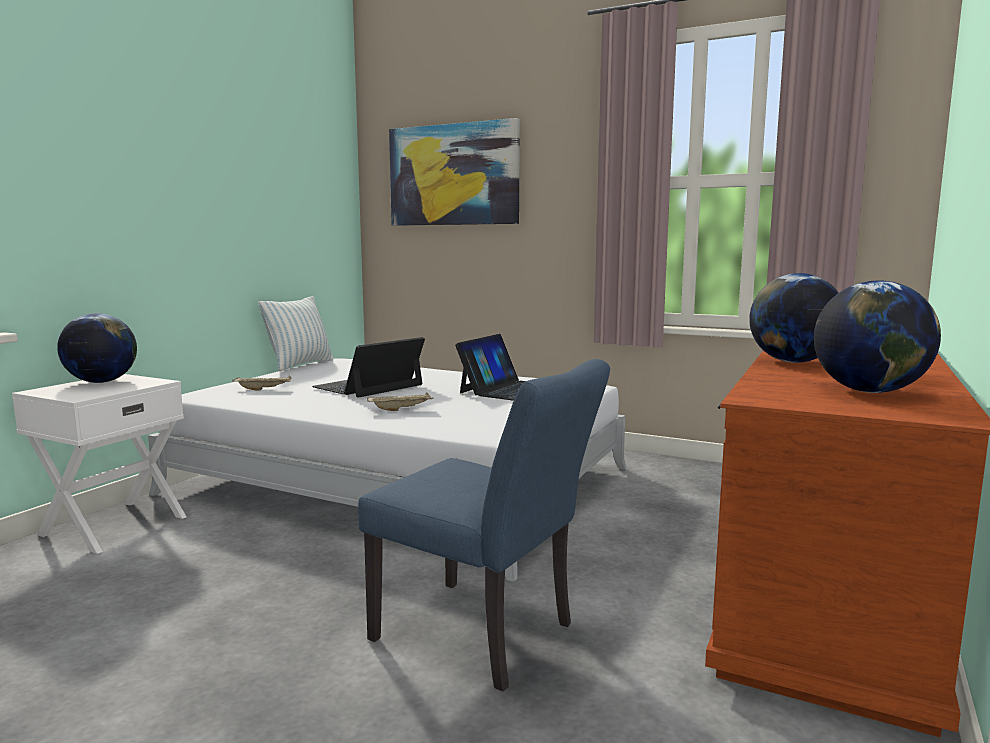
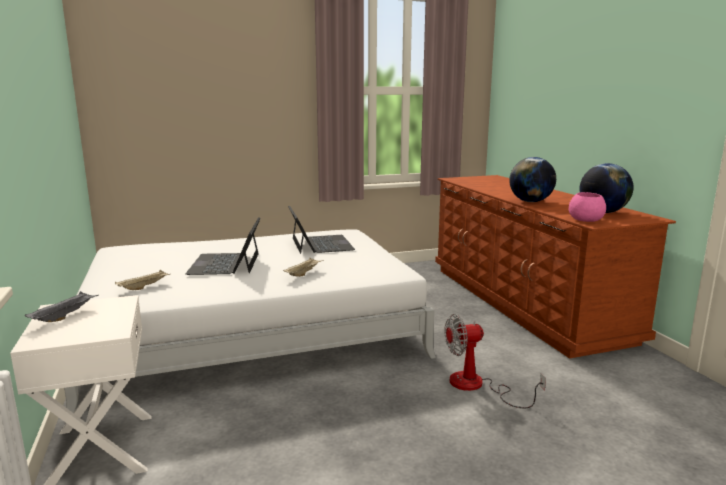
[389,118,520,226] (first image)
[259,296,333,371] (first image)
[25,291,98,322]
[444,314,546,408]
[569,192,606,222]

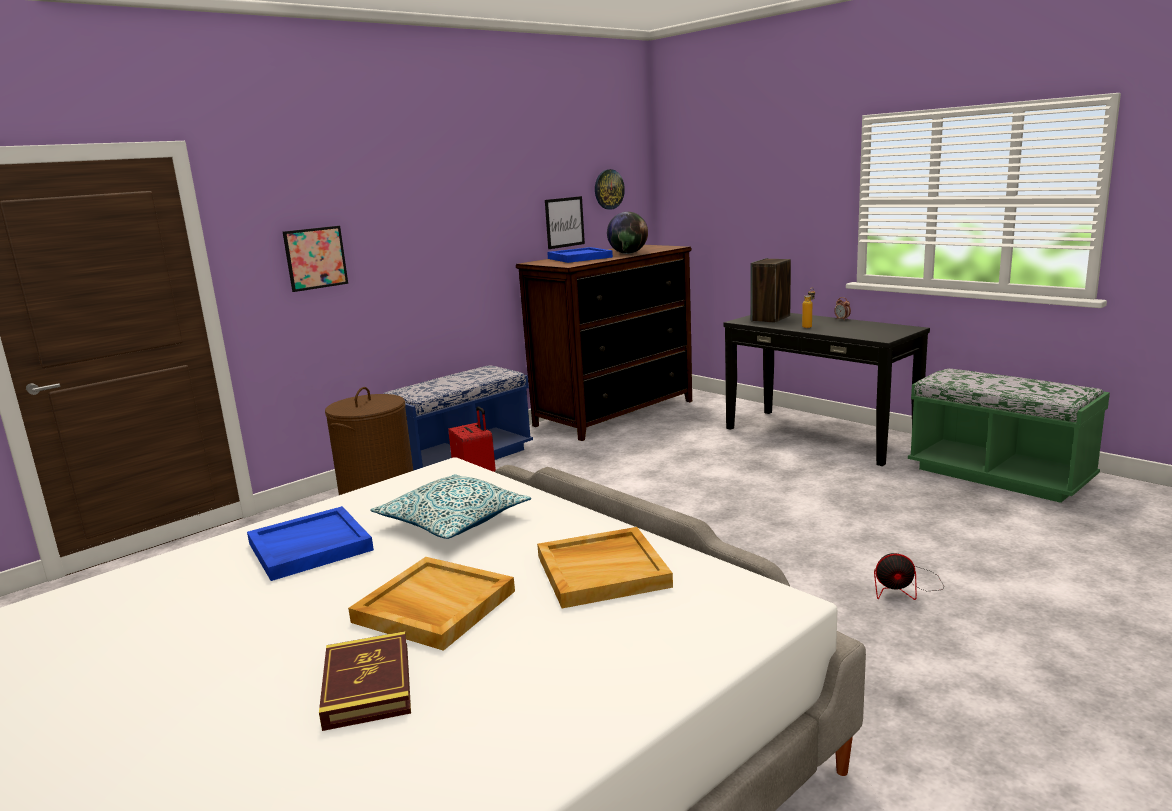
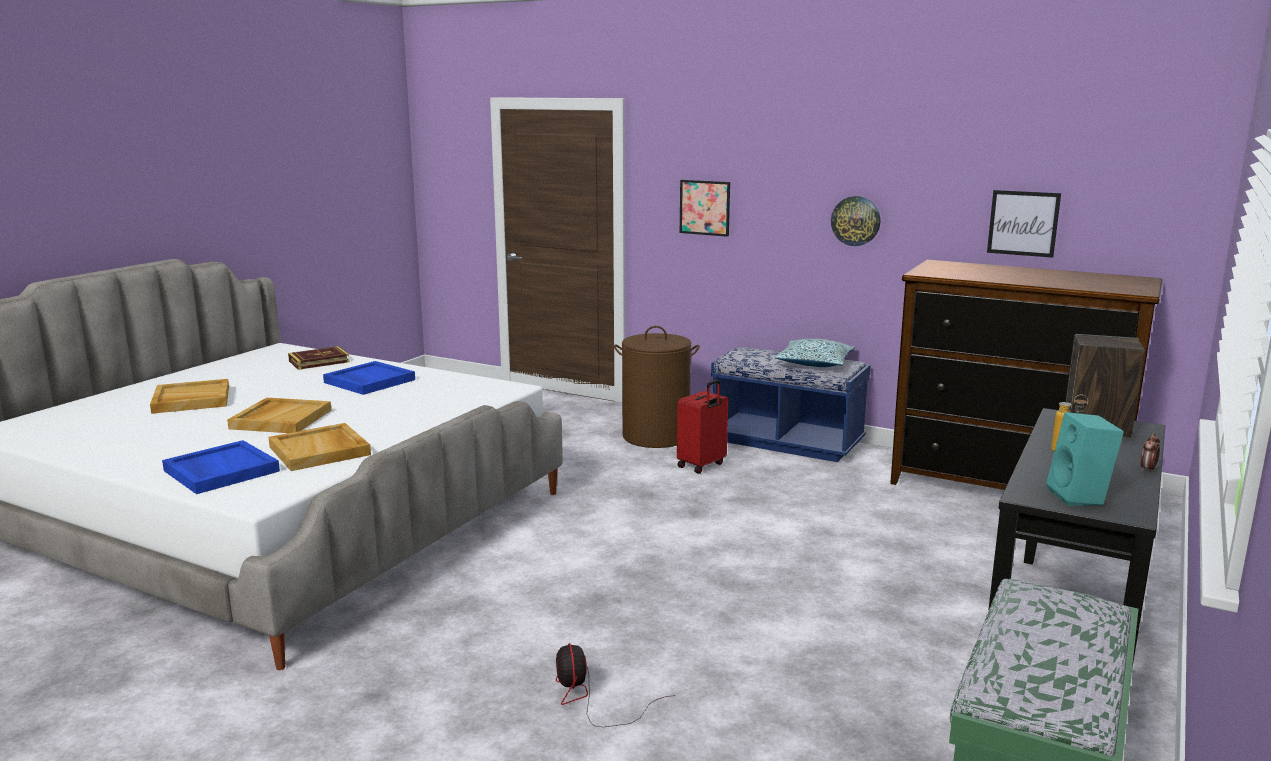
[831,196,880,246]
[607,212,648,254] (first image)
[162,440,280,494]
[775,339,855,367]
[288,346,349,370]
[150,379,229,414]
[1046,412,1124,506]

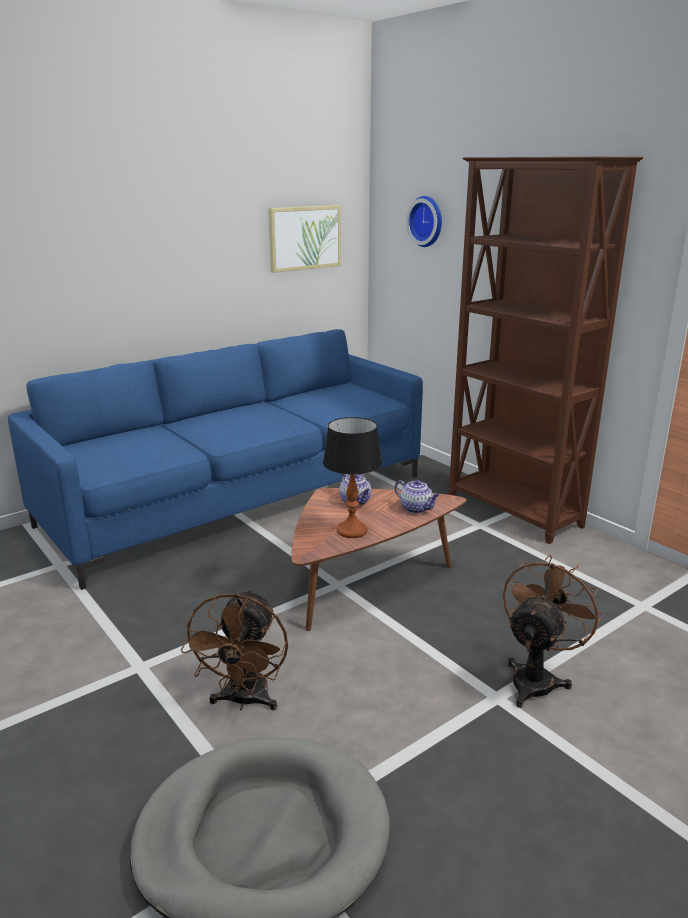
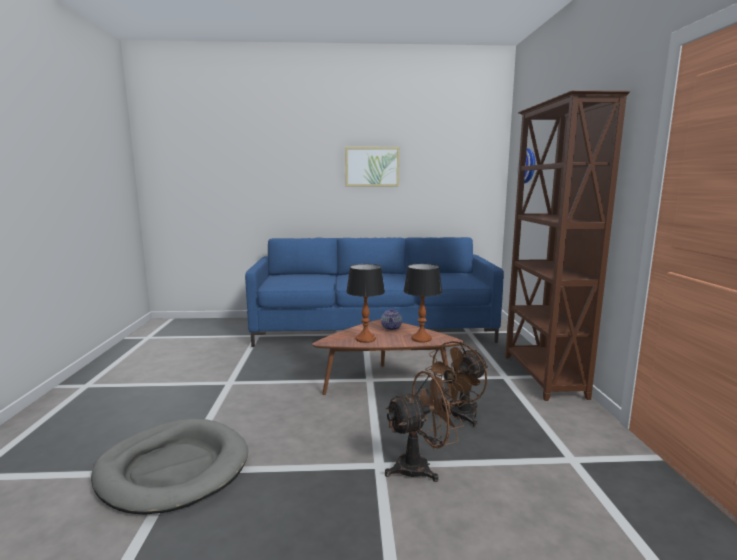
[345,147,399,186]
[404,264,442,343]
[425,341,488,427]

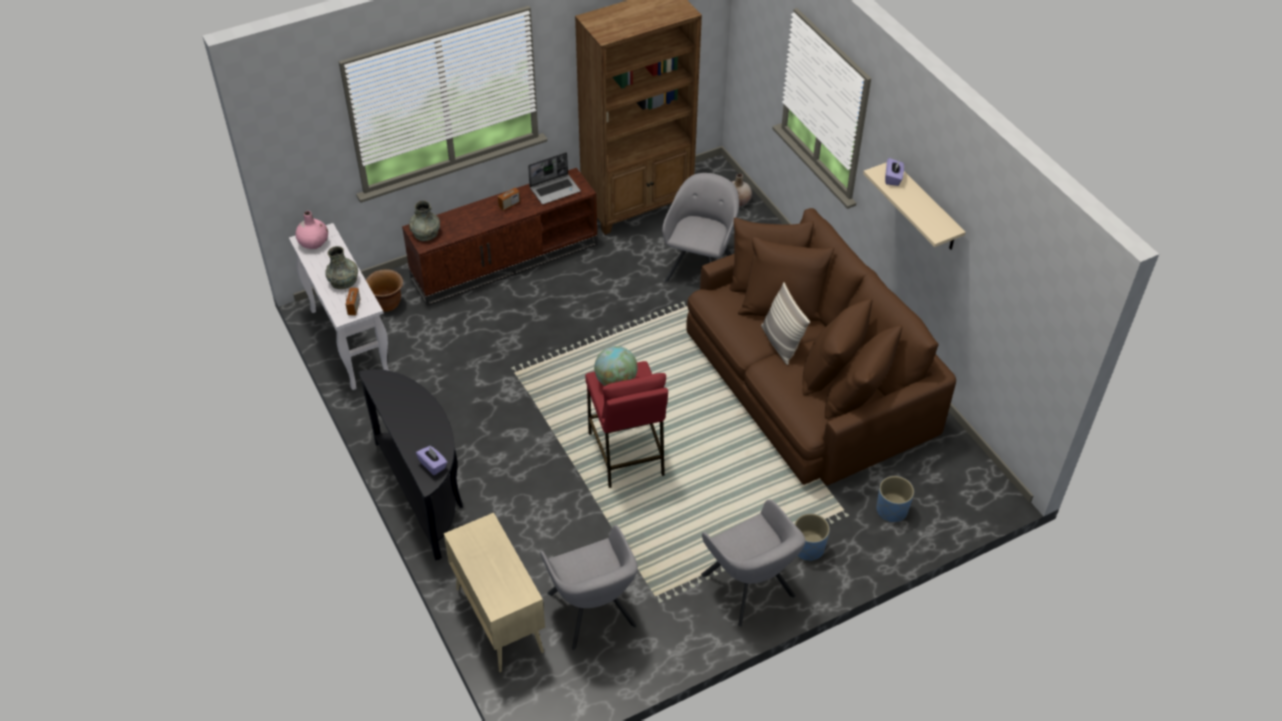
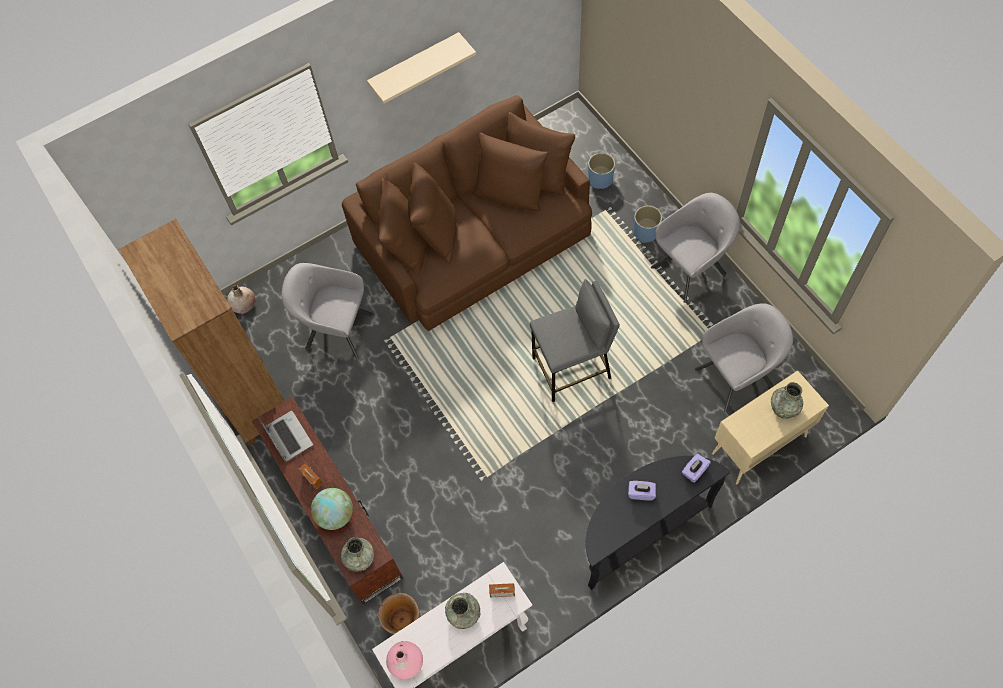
[628,481,656,501]
[761,282,810,365] (first image)
[311,488,353,530]
[530,279,620,402]
[771,382,803,419]

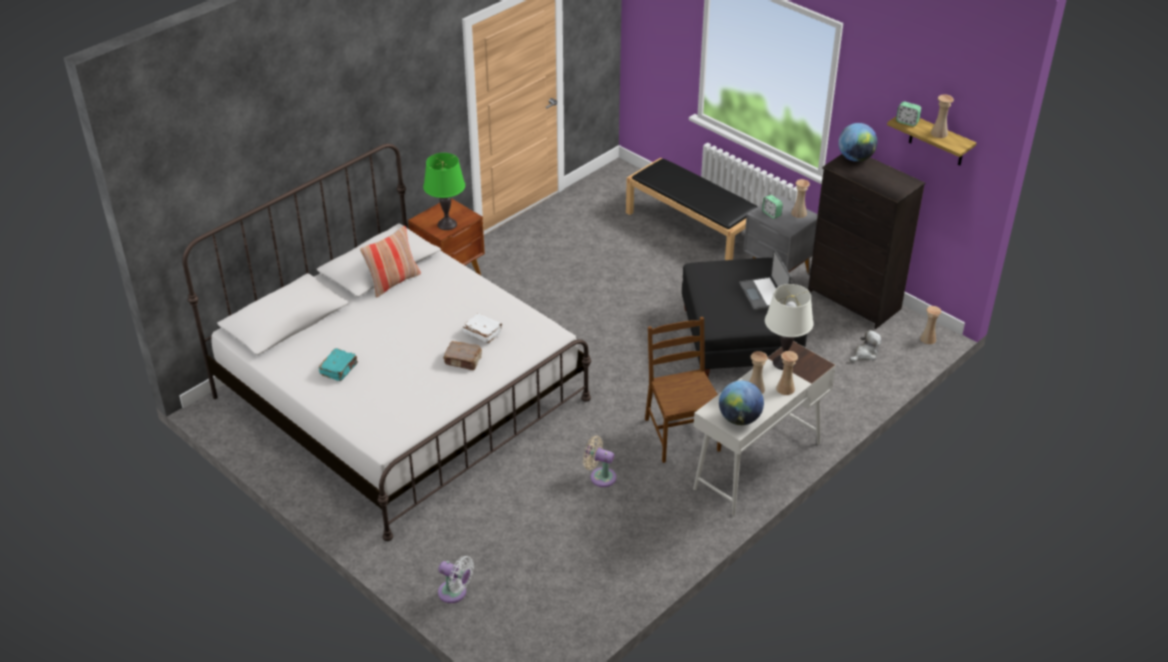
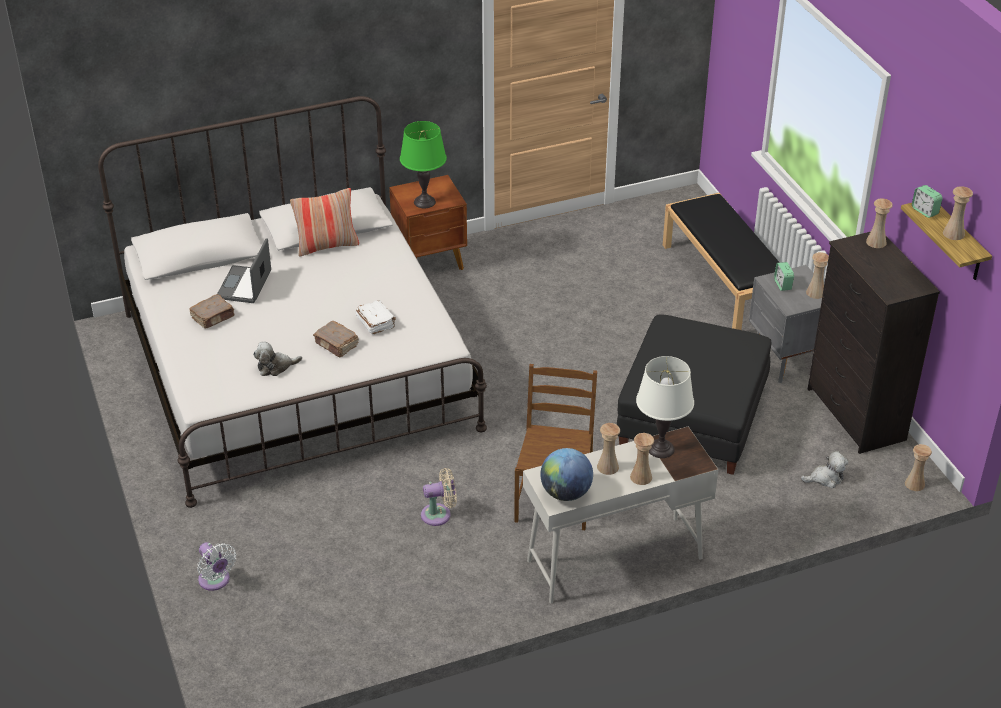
[866,198,893,248]
[217,238,271,303]
[189,294,234,329]
[421,468,457,526]
[253,341,302,376]

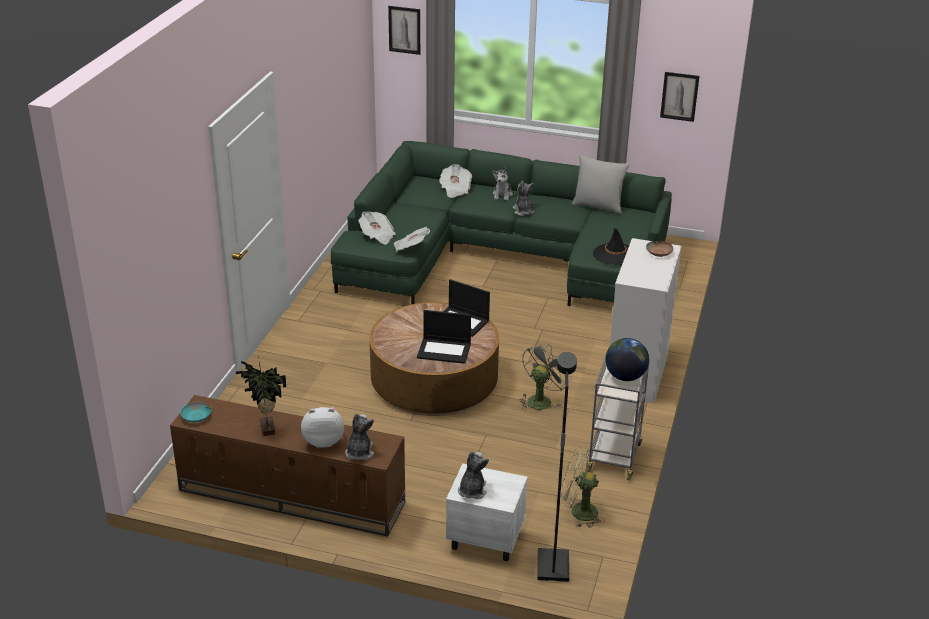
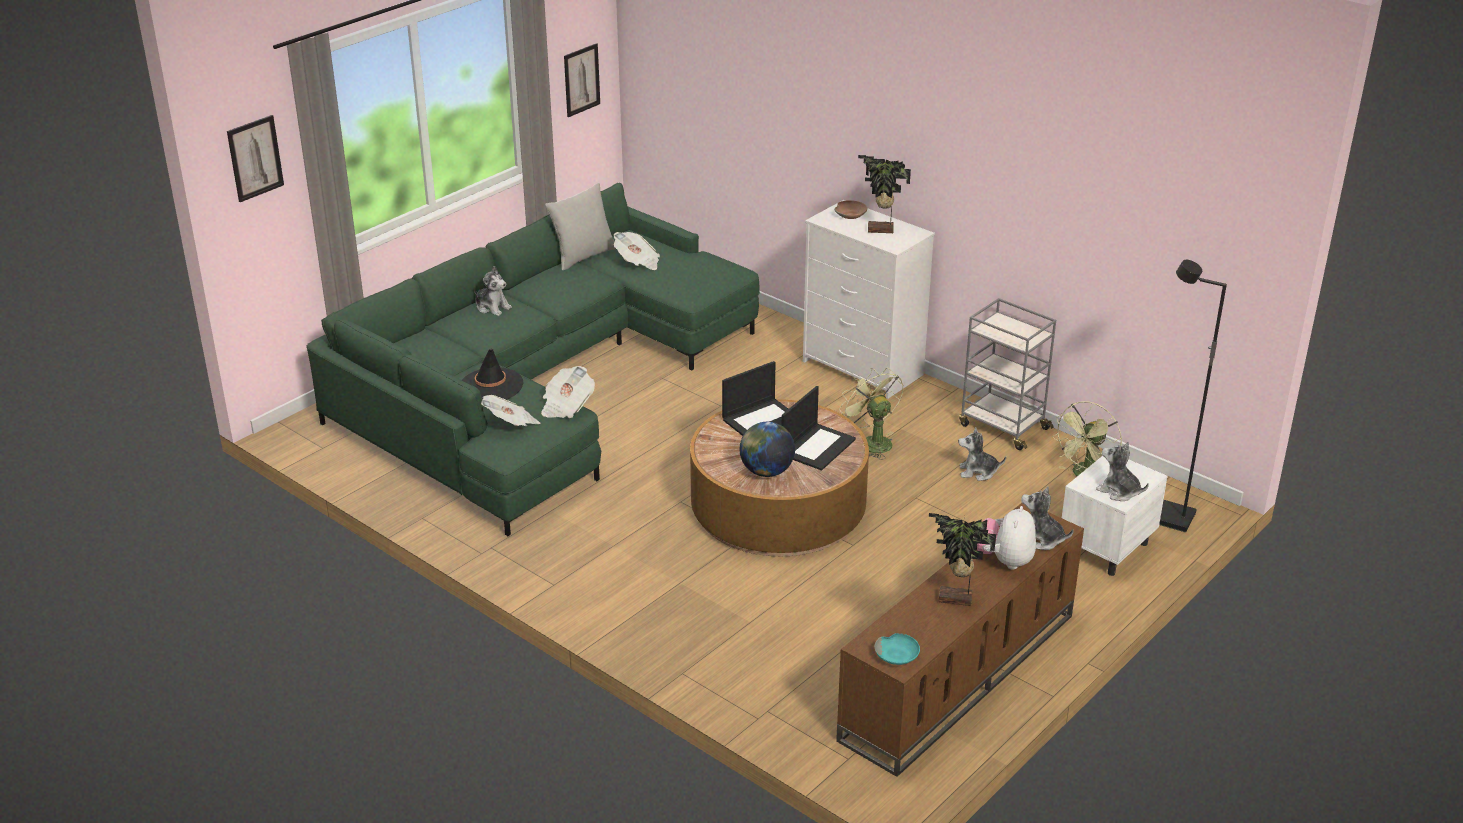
[614,232,660,270]
[958,427,1006,481]
[462,349,524,400]
[740,422,795,477]
[839,368,903,460]
[858,155,911,233]

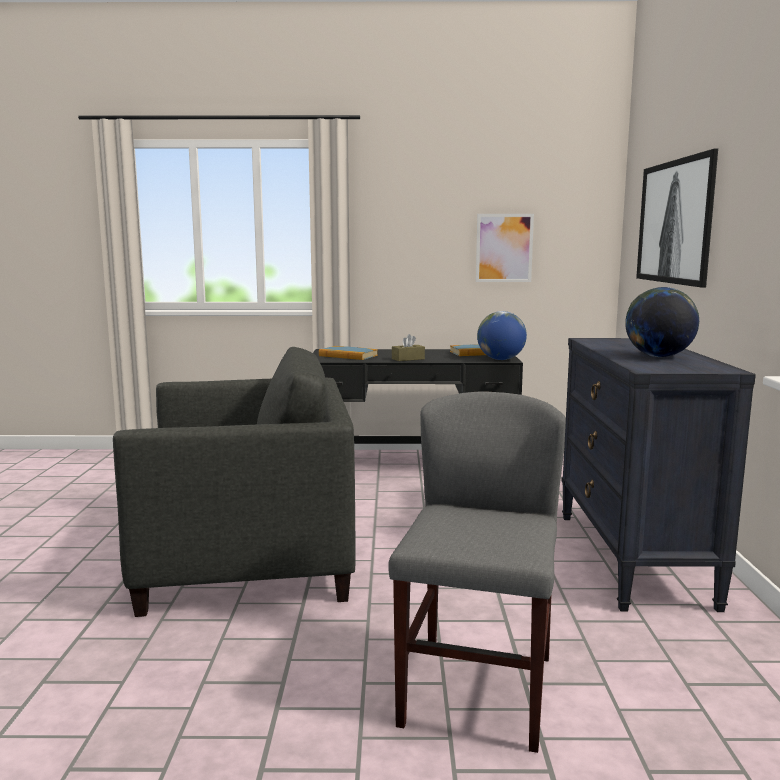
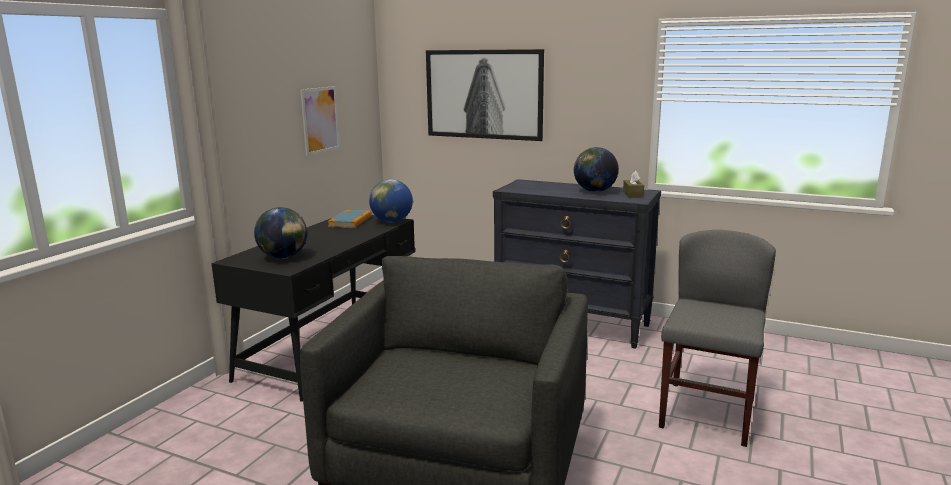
[623,171,644,198]
[254,207,307,258]
[659,230,776,447]

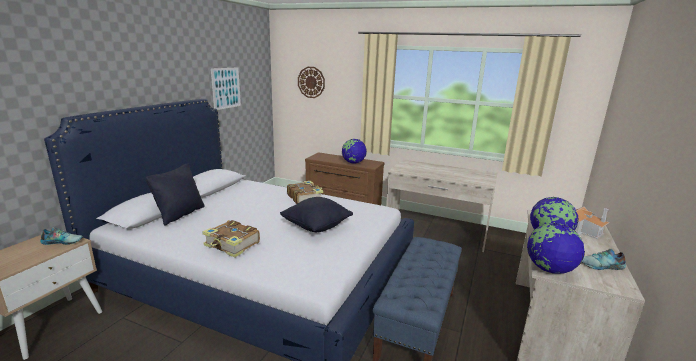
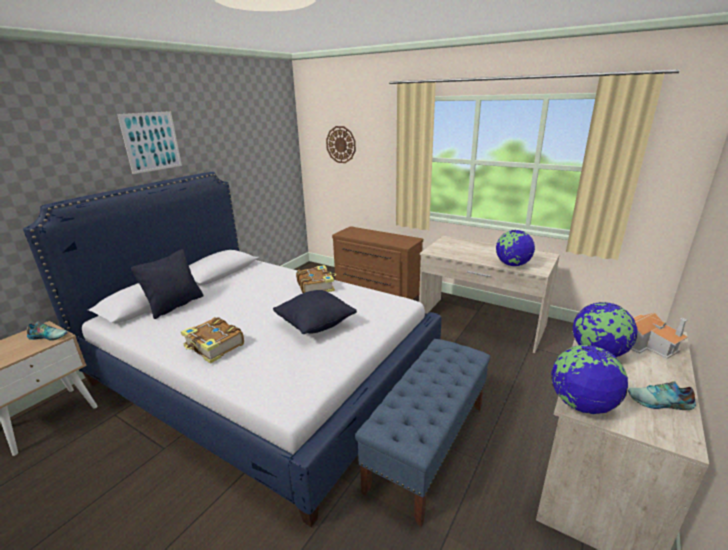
[117,111,182,174]
[496,230,535,266]

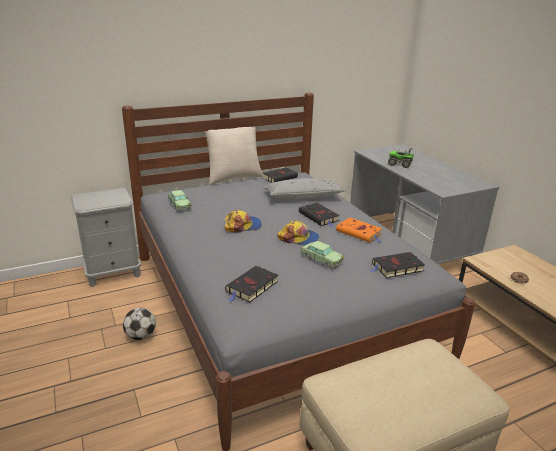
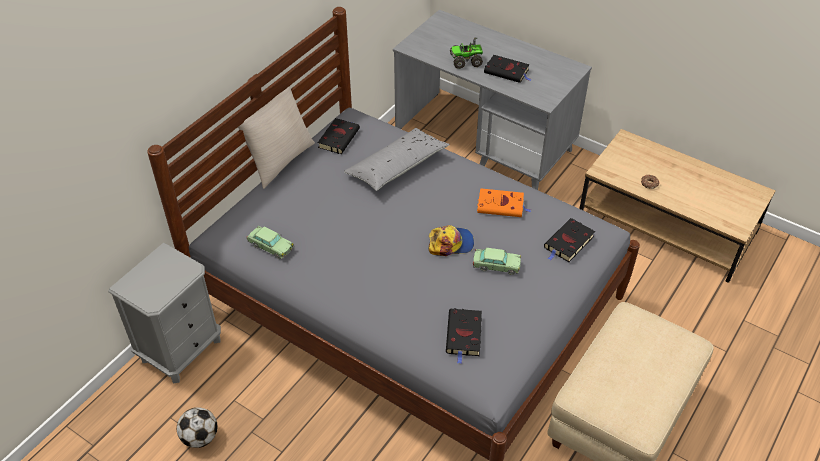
[484,55,531,83]
[224,210,262,233] (first image)
[177,407,218,448]

